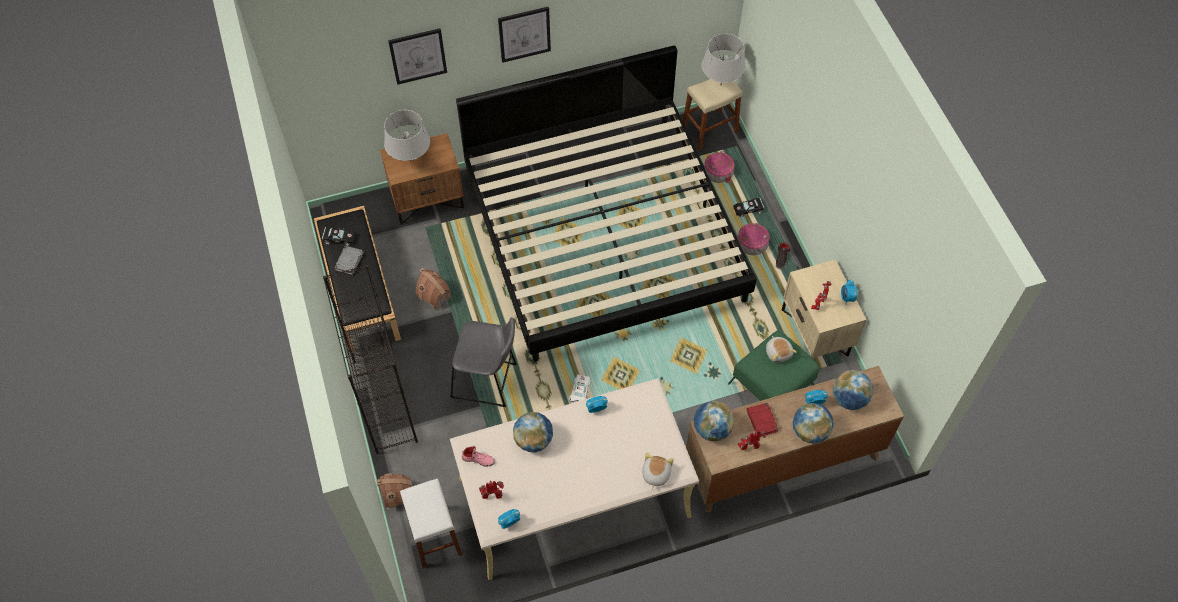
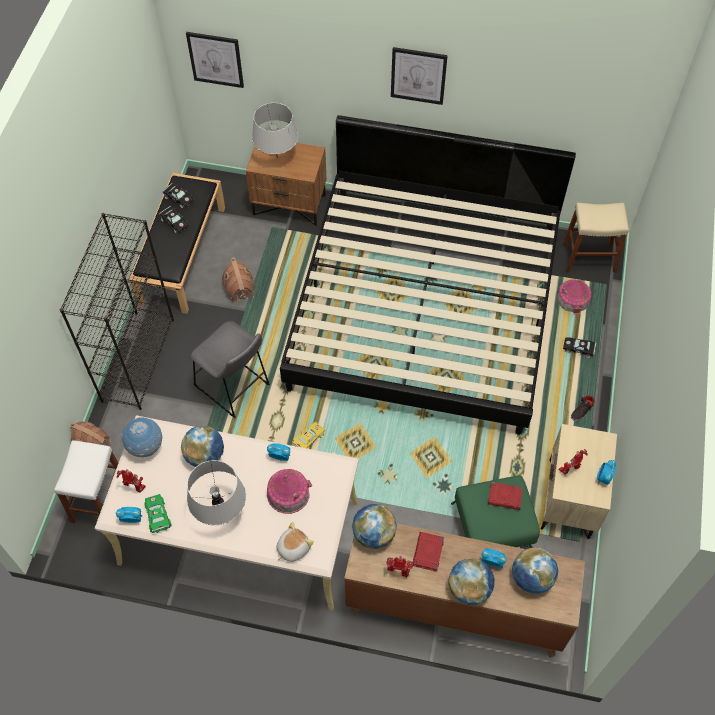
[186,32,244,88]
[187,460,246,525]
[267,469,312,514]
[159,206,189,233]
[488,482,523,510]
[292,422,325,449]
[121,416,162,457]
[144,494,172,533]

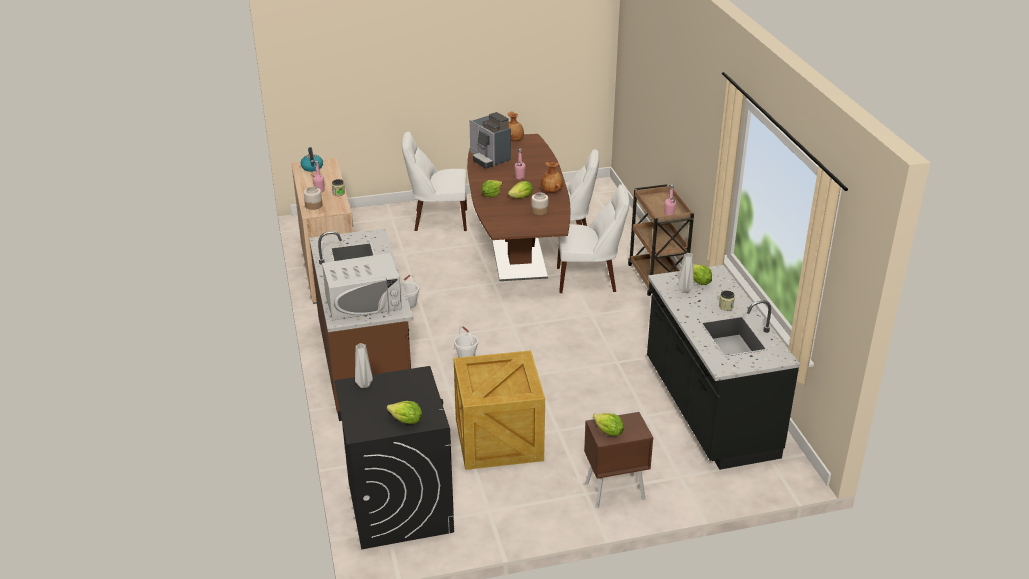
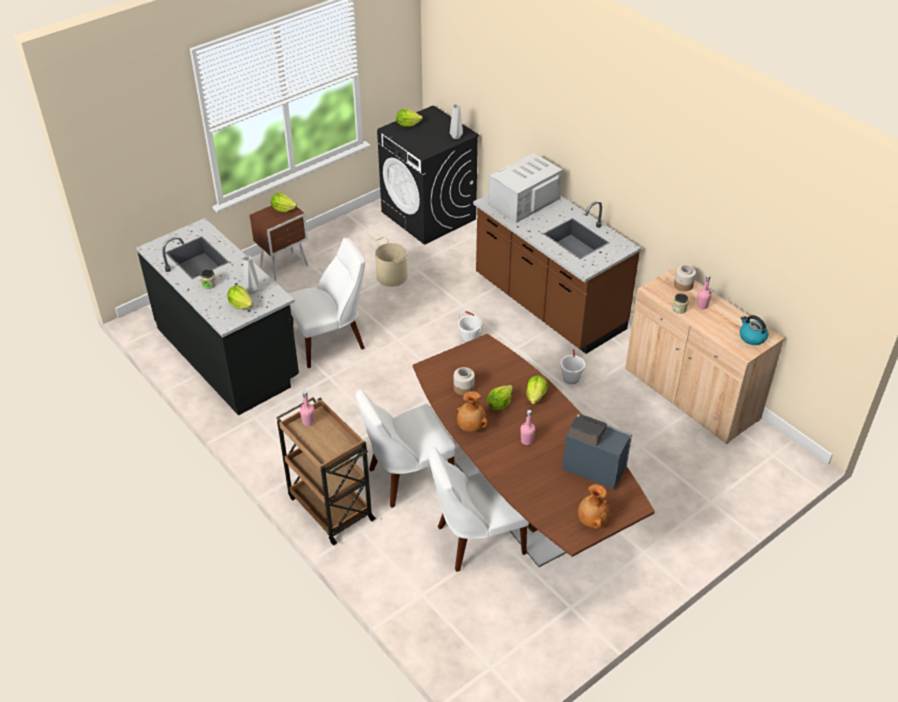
[288,238,365,368]
[374,237,407,287]

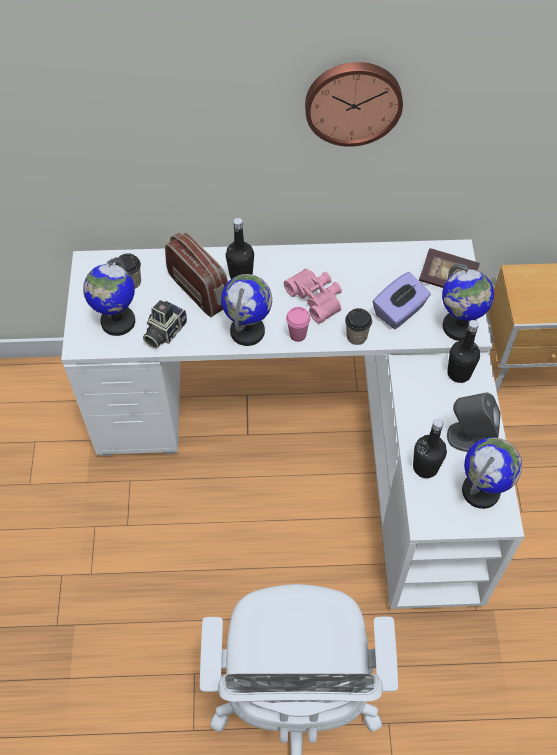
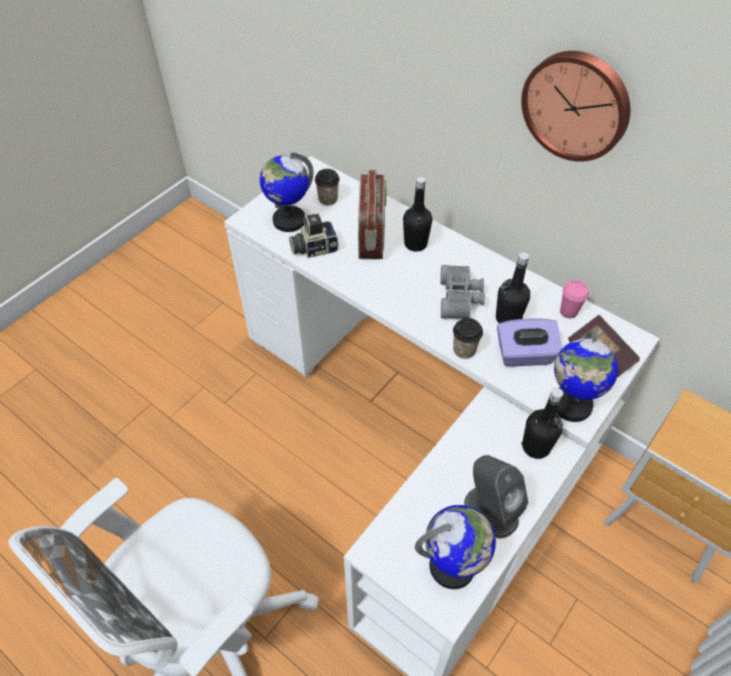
[440,265,485,319]
[221,274,272,346] (first image)
[560,280,589,318]
[496,252,530,323]

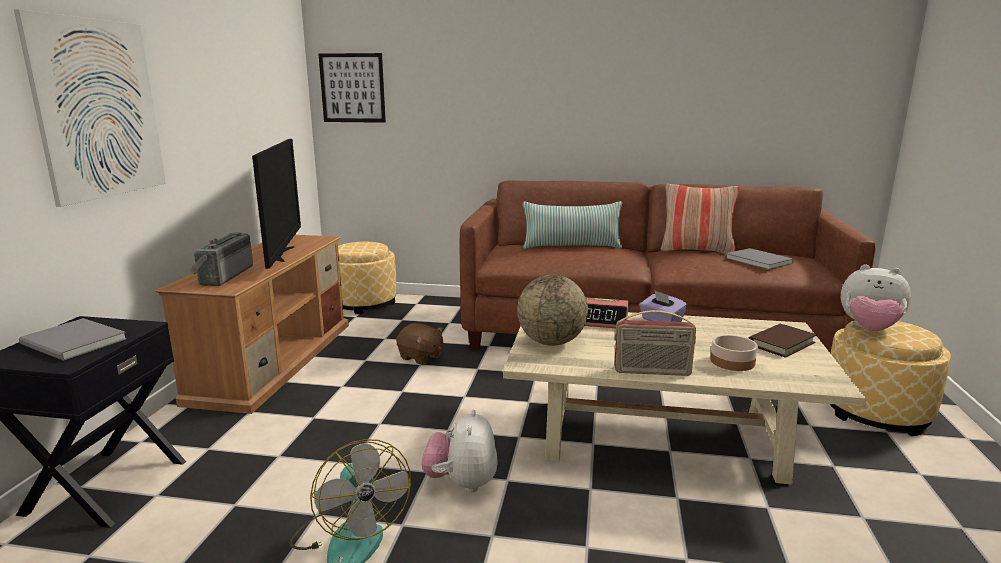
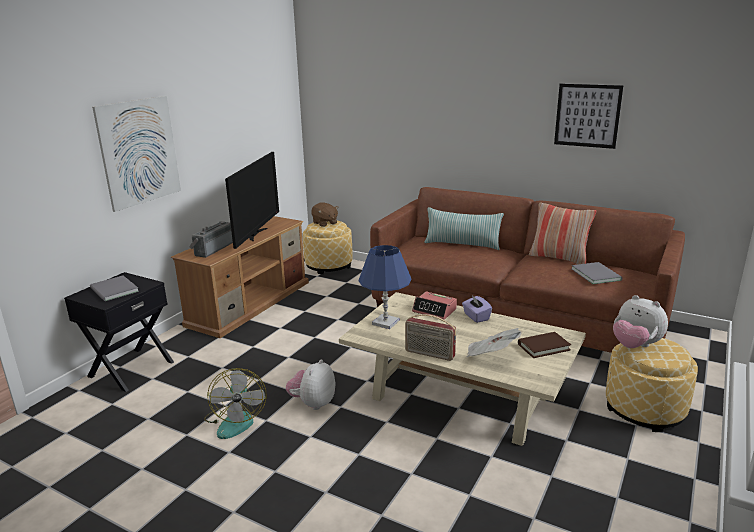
[554,84,624,149]
[359,245,412,329]
[311,202,338,227]
[466,328,522,357]

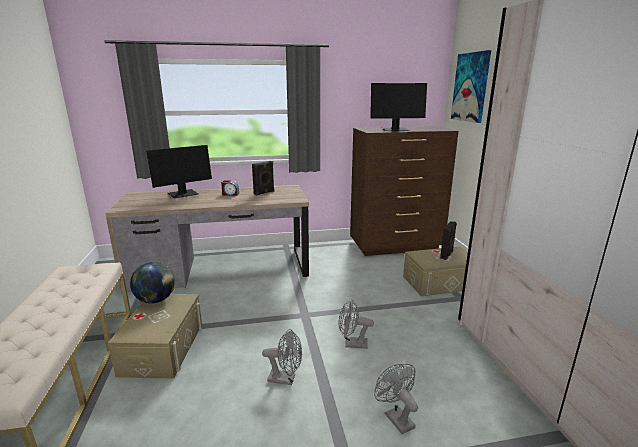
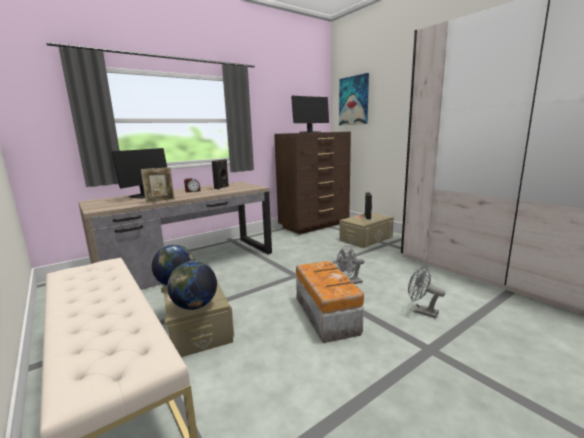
[296,261,364,343]
[141,167,175,204]
[167,261,217,310]

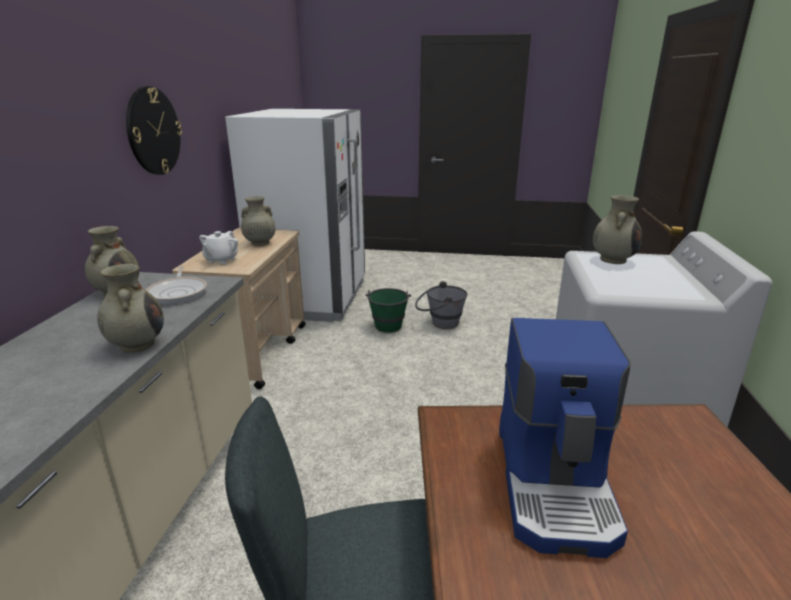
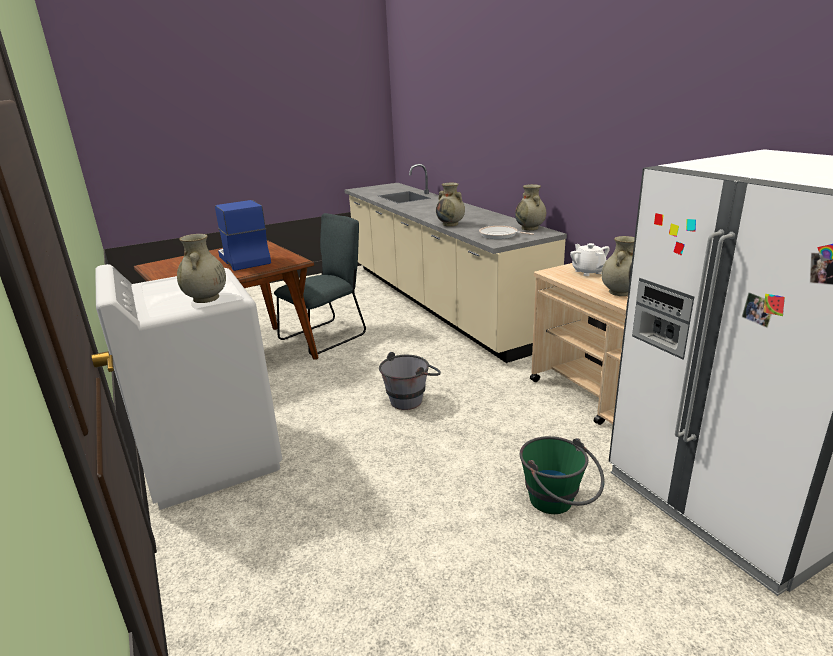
[126,86,182,175] (first image)
[379,352,441,410]

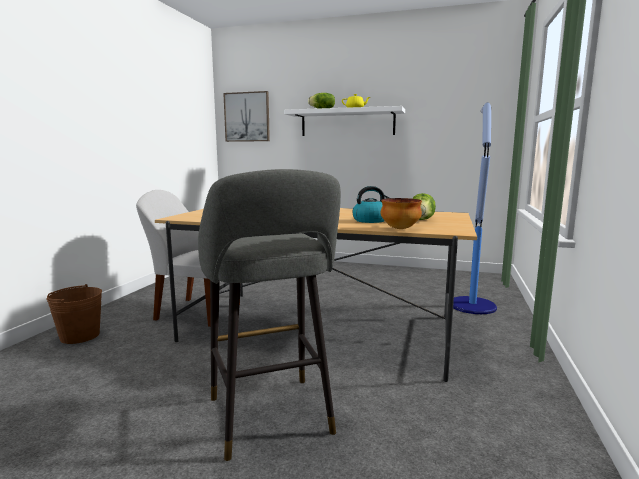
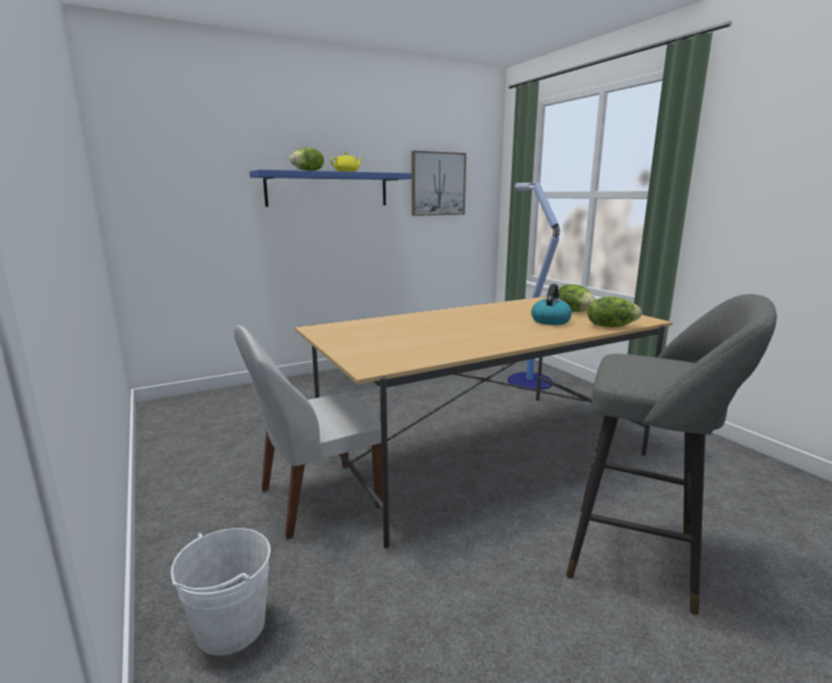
[412,151,466,216]
[250,170,412,207]
[588,297,642,327]
[171,528,271,656]

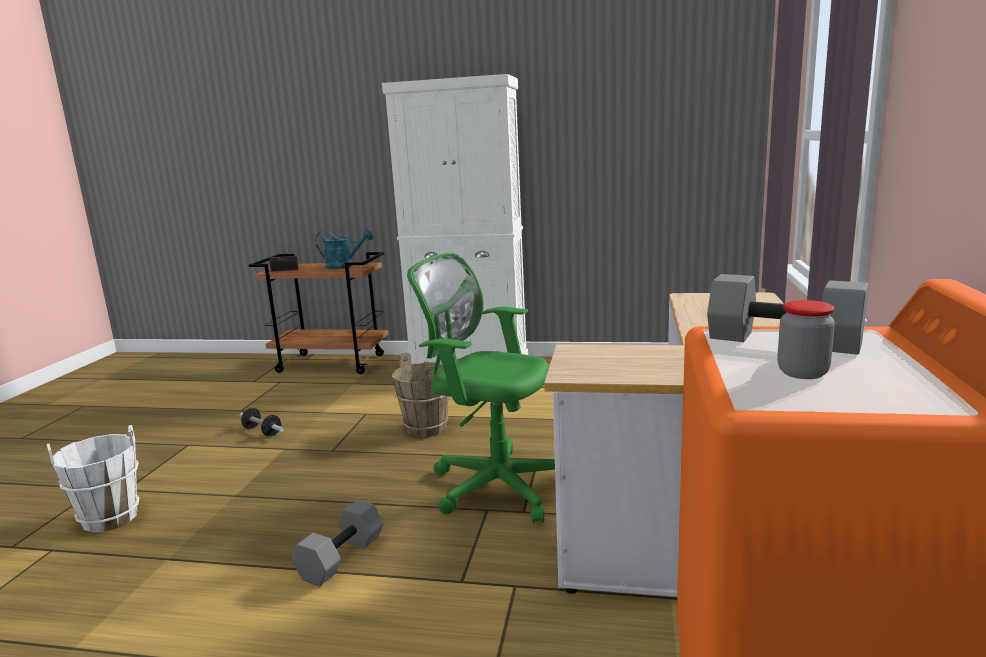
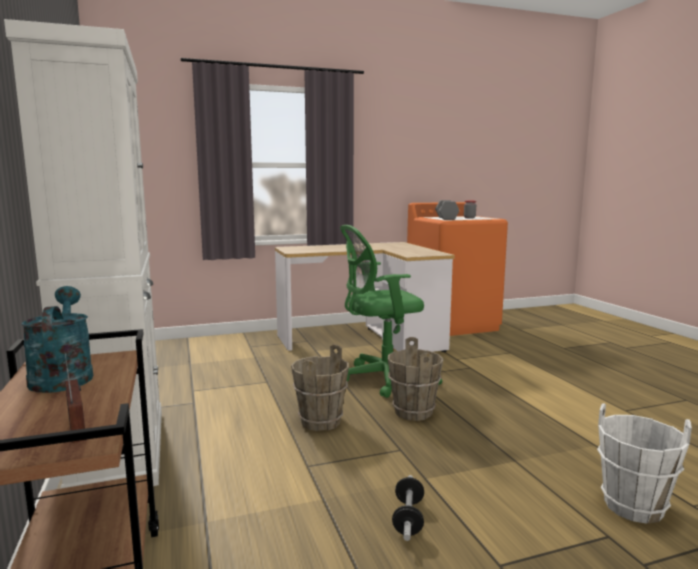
[340,225,442,398]
[292,500,383,586] (first image)
[388,337,444,421]

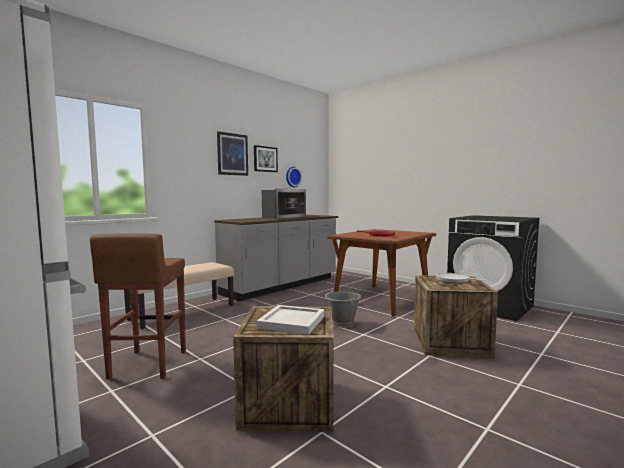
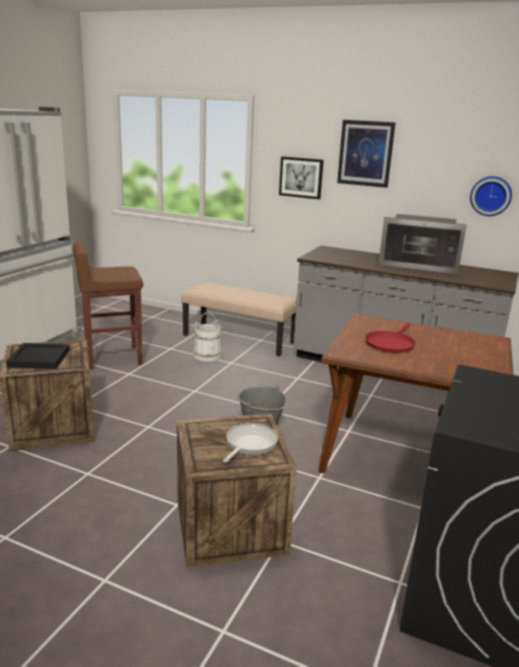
[279,156,324,199]
[6,343,70,369]
[193,312,223,362]

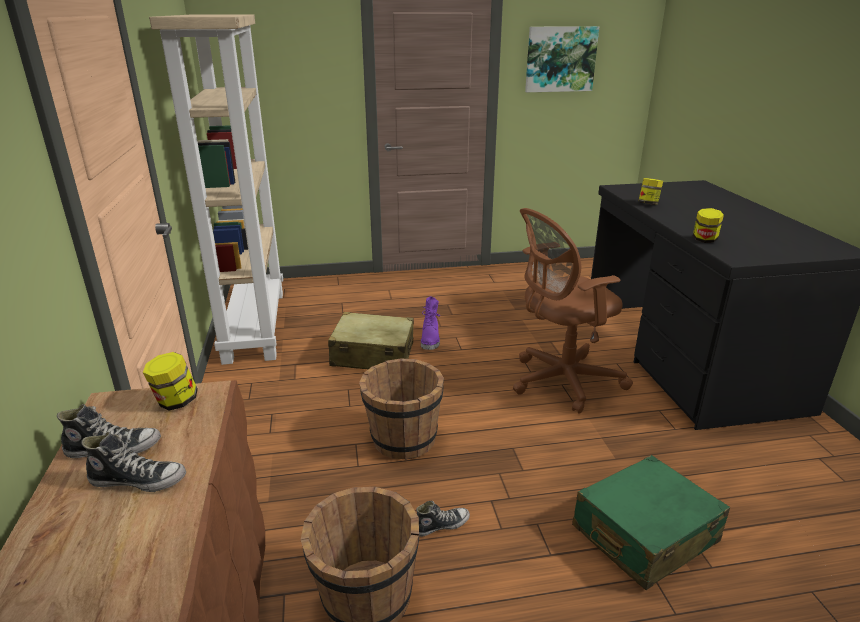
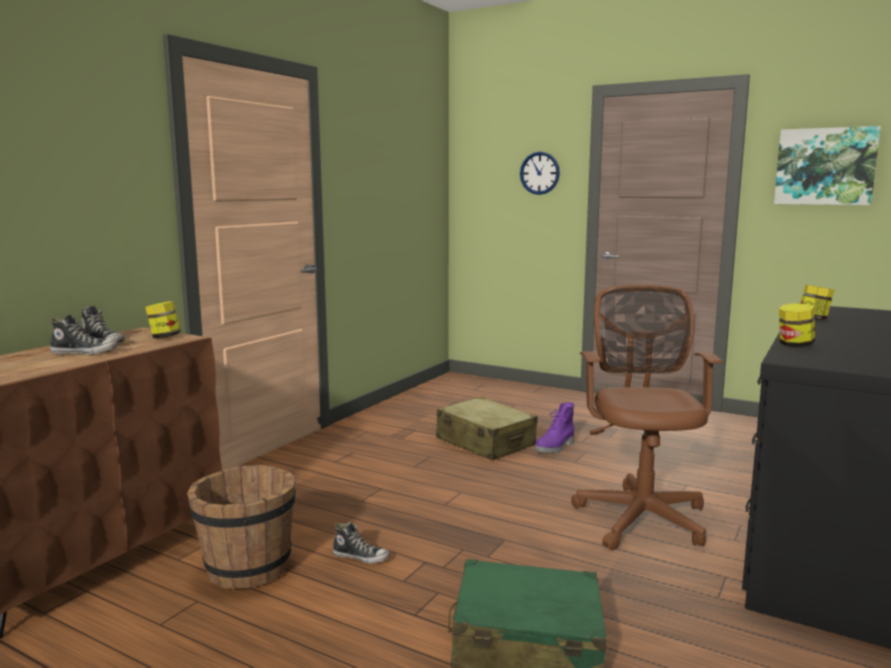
[149,14,283,365] (first image)
[571,285,723,550]
[359,359,444,460] (first image)
[50,314,118,354]
[520,152,560,195]

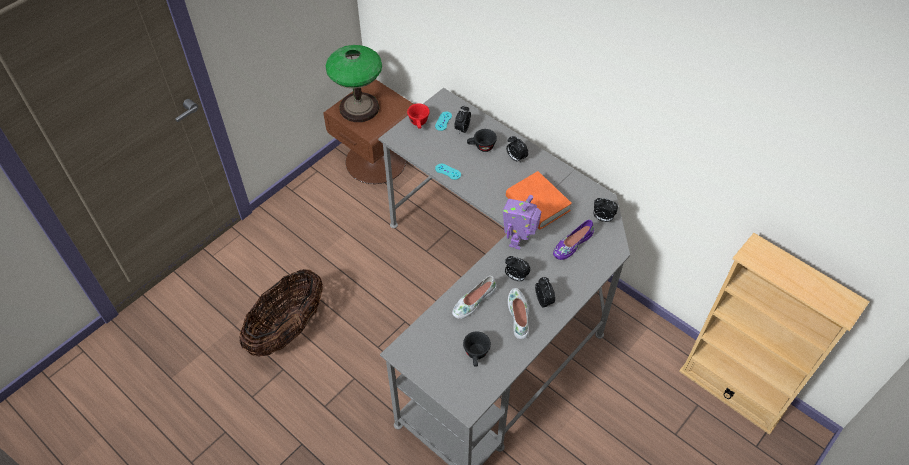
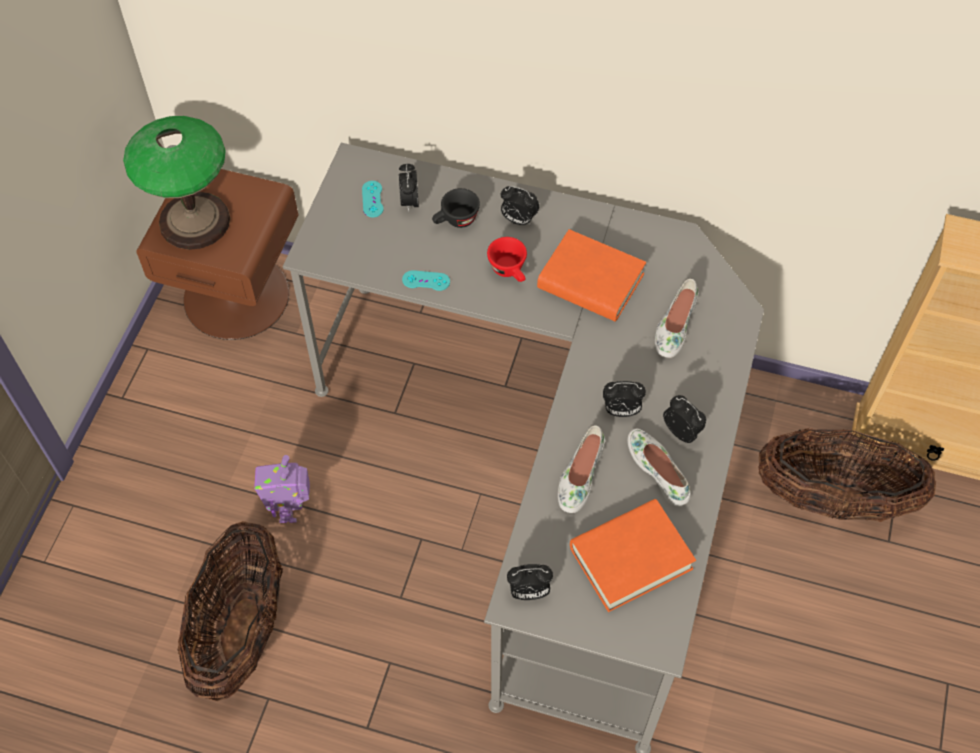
[487,237,527,282]
[254,455,310,523]
[507,564,553,600]
[655,279,699,358]
[570,499,696,612]
[758,428,936,522]

